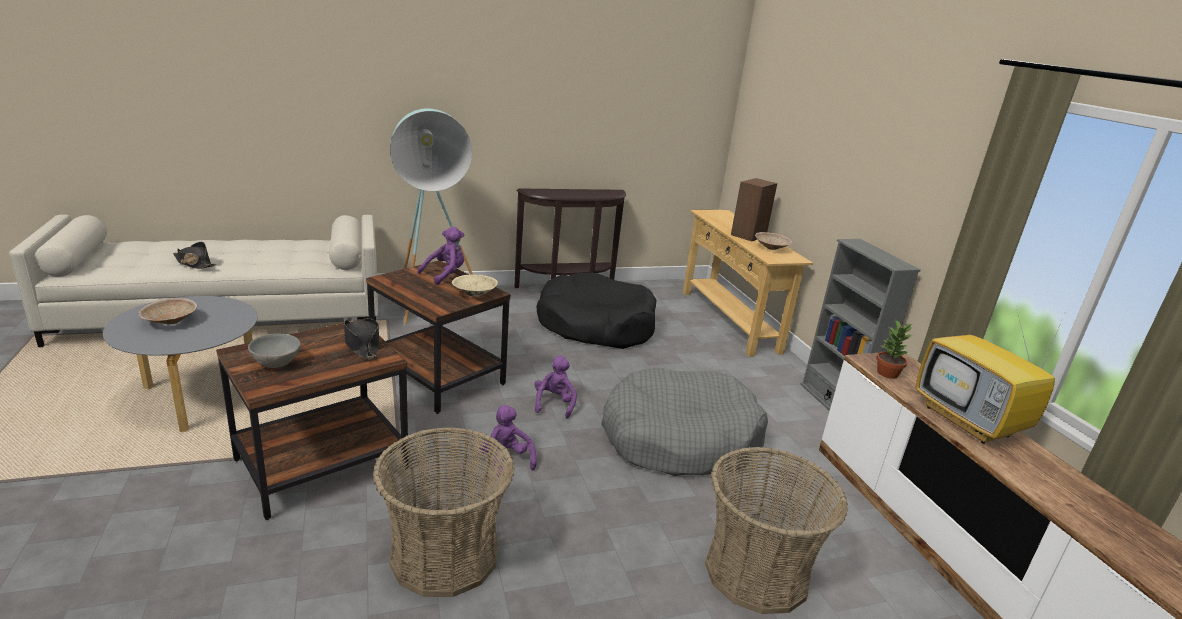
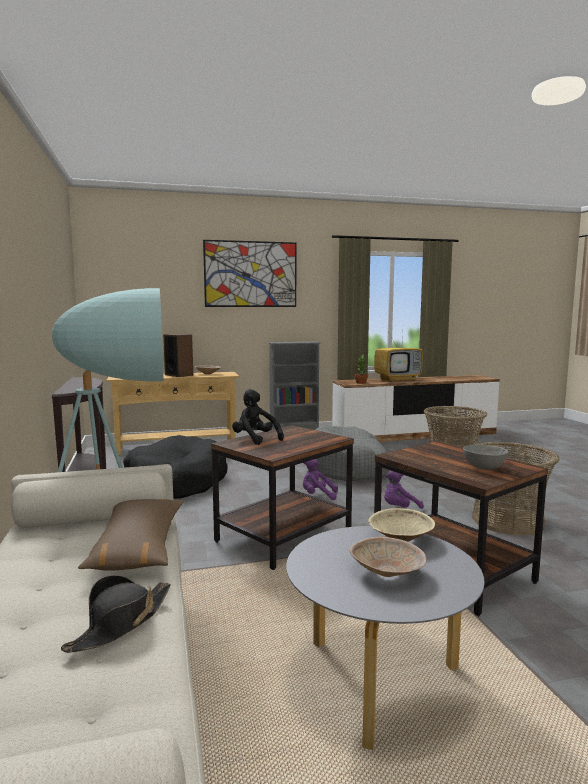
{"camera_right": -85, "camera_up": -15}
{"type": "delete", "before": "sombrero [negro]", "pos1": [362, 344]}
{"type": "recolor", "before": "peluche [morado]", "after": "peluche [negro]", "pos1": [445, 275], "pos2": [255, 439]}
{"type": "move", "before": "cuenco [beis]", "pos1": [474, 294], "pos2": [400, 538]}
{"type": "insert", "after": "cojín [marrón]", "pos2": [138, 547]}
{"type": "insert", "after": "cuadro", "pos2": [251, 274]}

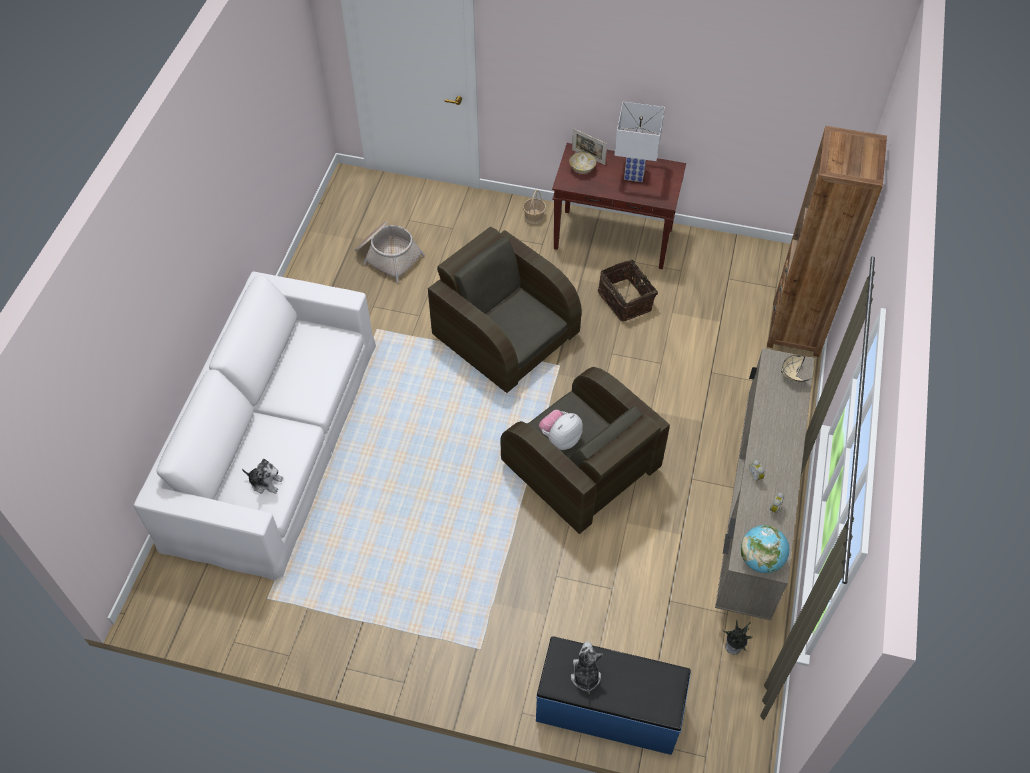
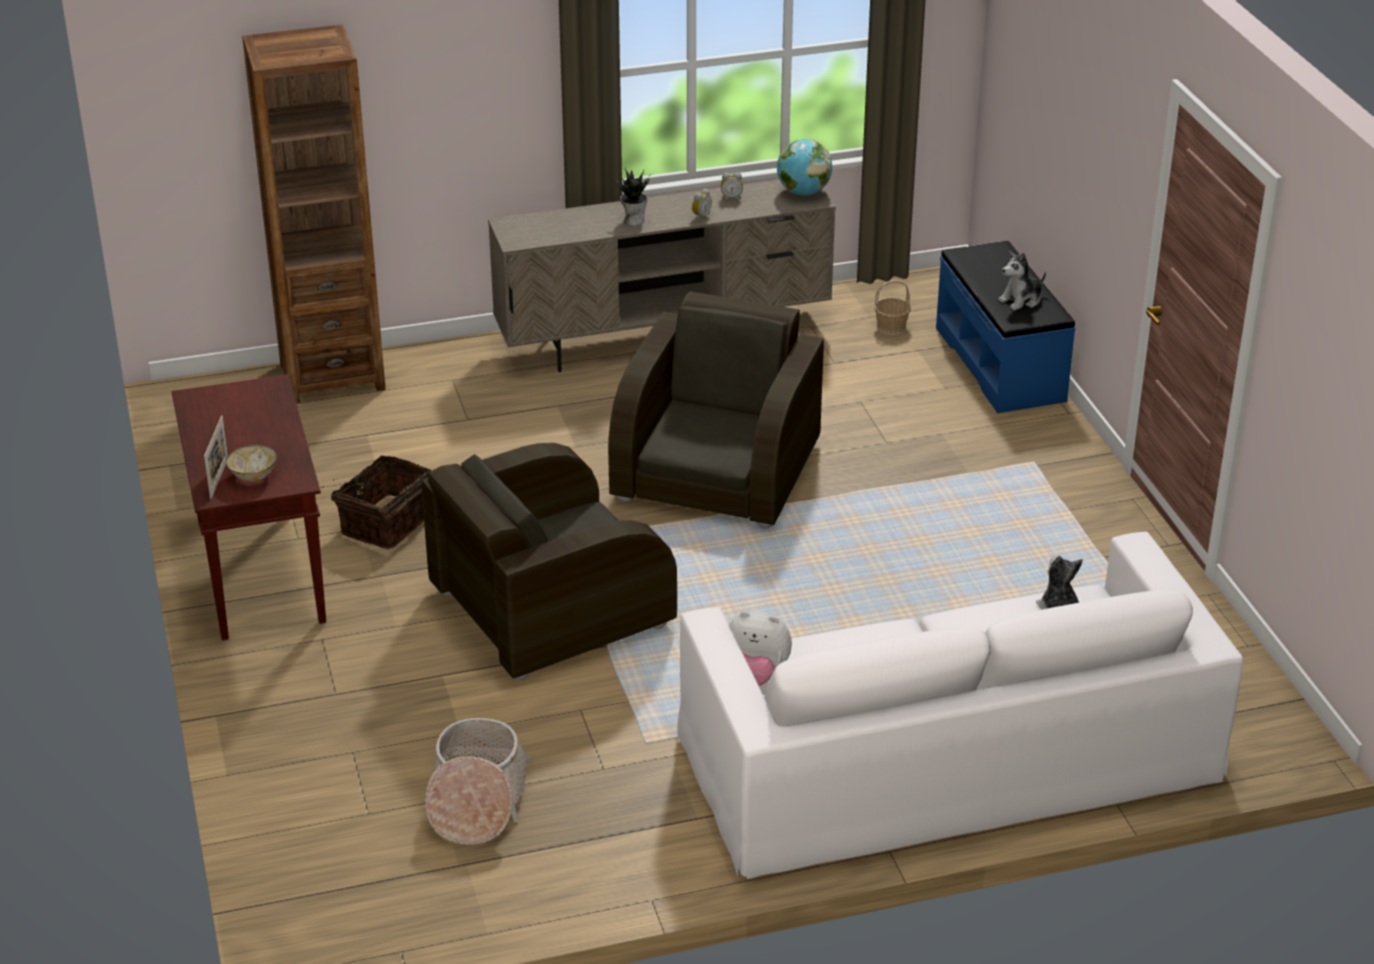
{"camera_right": -120, "camera_up": -20}
{"type": "rotate", "before": "sillón [marrón]", "pos1": [505, 336], "pos2": [549, 609], "turn": 45}
{"type": "move", "before": "cesta", "pos1": [534, 217], "pos2": [891, 327]}
{"type": "move", "before": "peluche", "pos1": [560, 439], "pos2": [755, 676]}
{"type": "delete", "before": "lámpara de mesa [blanco]", "pos1": [635, 174]}
{"type": "move", "before": "planta en maceta", "pos1": [734, 647], "pos2": [634, 220]}
{"type": "delete", "before": "cuenco [beis]", "pos1": [792, 376]}

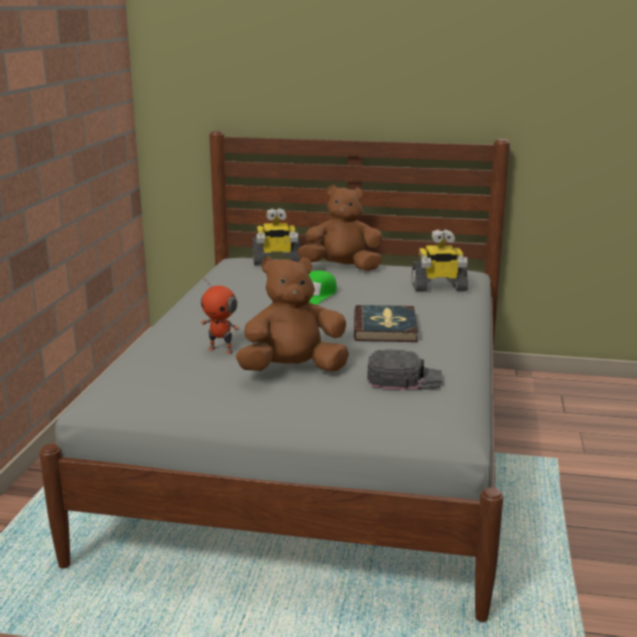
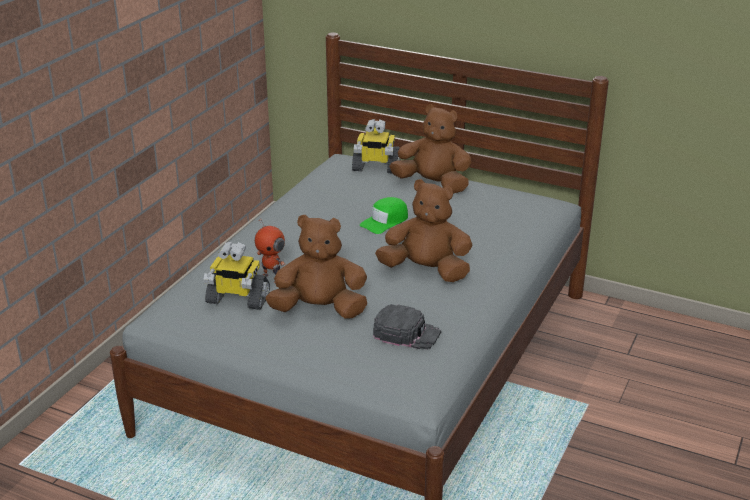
{"camera_right": 15, "camera_up": 10}
{"type": "replace", "before": "libro", "after": "peluche [marrón]", "pos1": [385, 328], "pos2": [426, 271]}
{"type": "move", "before": "robot de juguete", "pos1": [438, 287], "pos2": [237, 299]}

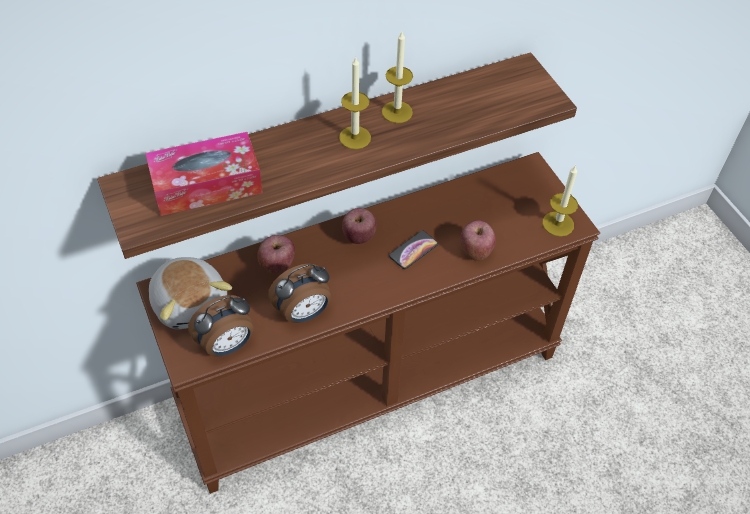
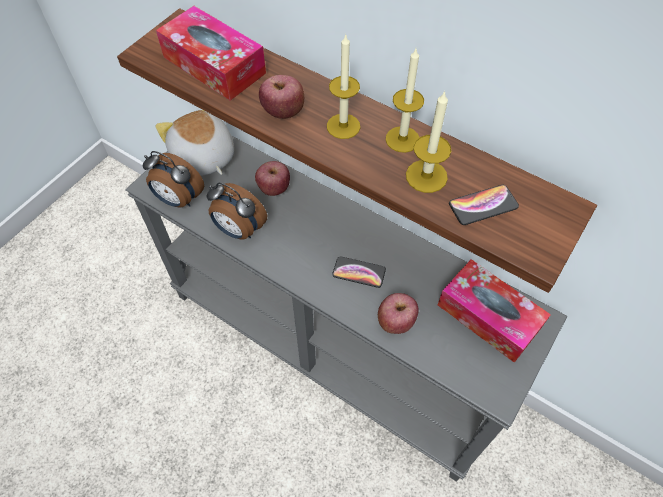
{"camera_right": 60, "camera_up": 5}
{"type": "recolor", "before": "mesa consola [marrón]", "after": "mesa consola [gris]", "pos1": [370, 378], "pos2": [333, 345]}
{"type": "rotate", "before": "peluche", "pos1": [190, 302], "pos2": [203, 157], "turn": 120}
{"type": "move", "before": "manzana", "pos1": [359, 236], "pos2": [283, 112]}
{"type": "move", "before": "vela", "pos1": [558, 224], "pos2": [426, 176]}
{"type": "insert", "after": "caja de pañuelos", "pos2": [488, 316]}
{"type": "insert", "after": "móvil", "pos2": [483, 205]}

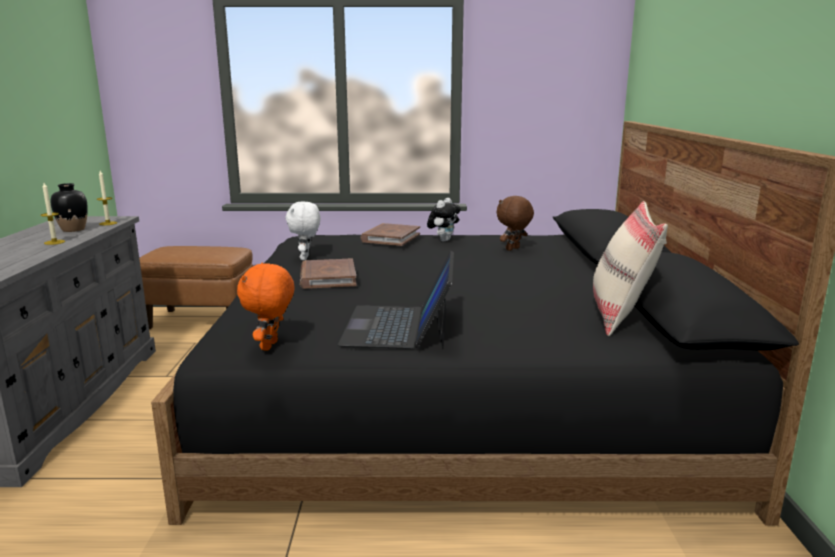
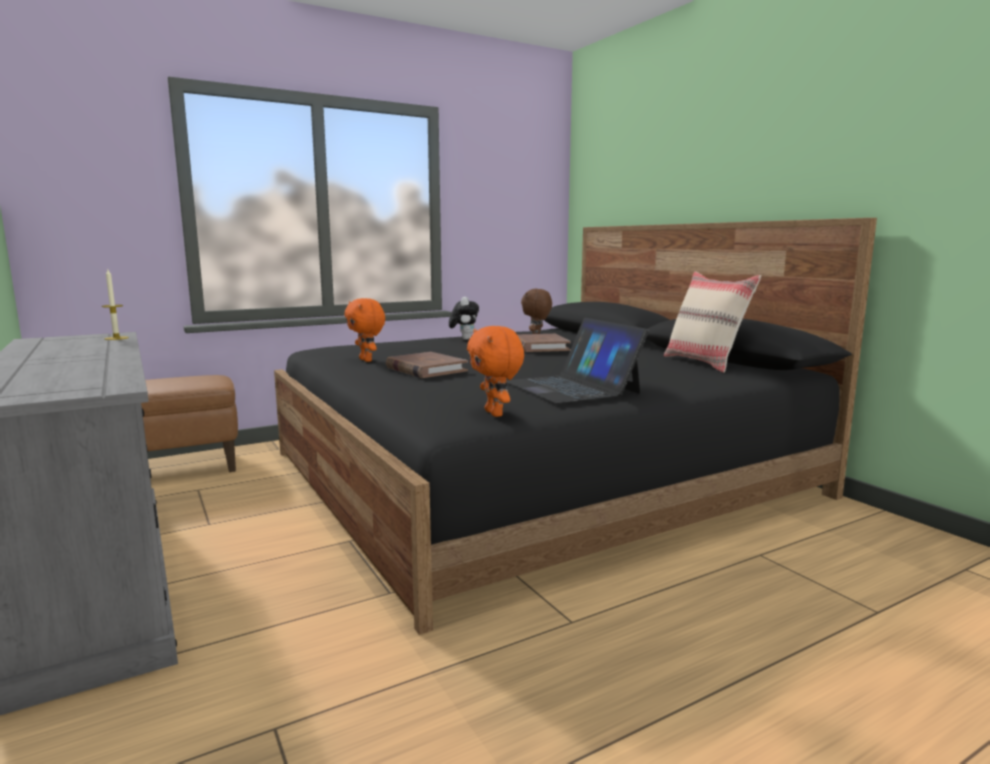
{"camera_right": -30, "camera_up": -5}
{"type": "delete", "before": "vela", "pos1": [54, 242]}
{"type": "delete", "before": "florero [negro]", "pos1": [73, 229]}
{"type": "recolor", "before": "peluche [blanco]", "after": "peluche [naranja]", "pos1": [306, 258], "pos2": [367, 360]}
{"type": "move", "before": "libro [marrón]", "pos1": [391, 238], "pos2": [540, 346]}

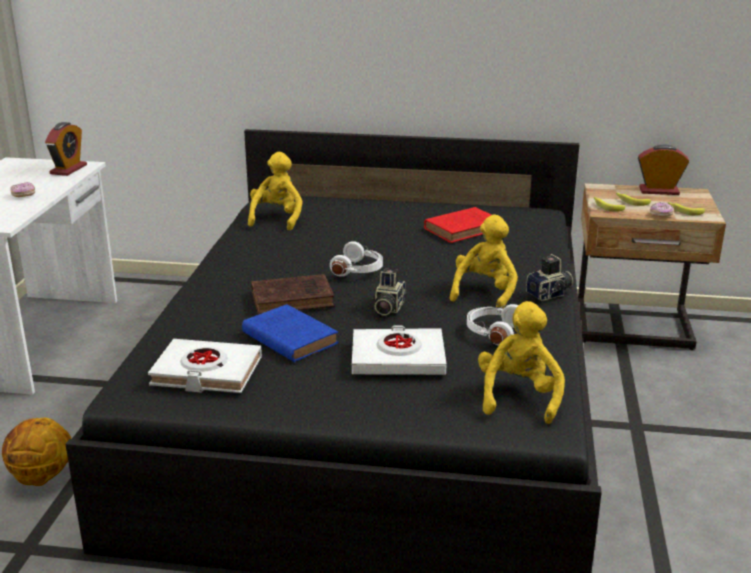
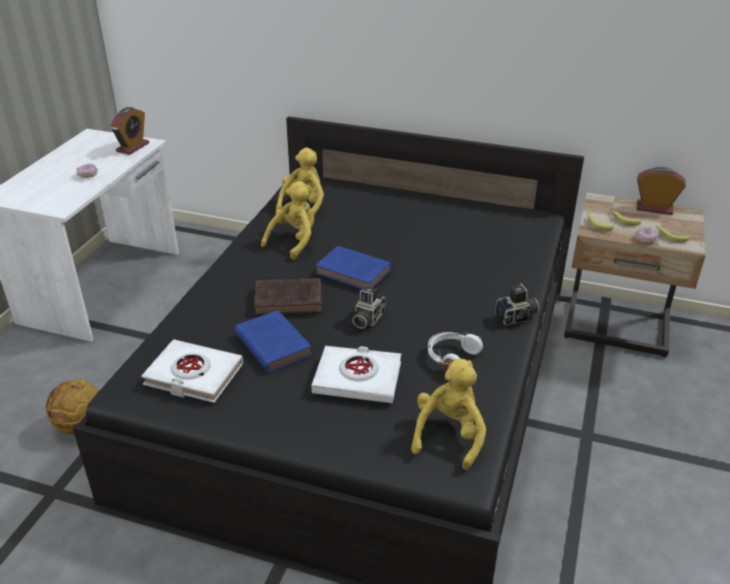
{"camera_right": 10, "camera_up": 10}
{"type": "replace", "before": "auriculares [blanco]", "after": "libro [azul]", "pos1": [359, 270], "pos2": [355, 273]}
{"type": "delete", "before": "libro [rojo]", "pos1": [464, 229]}
{"type": "move", "before": "peluche [amarillo]", "pos1": [485, 293], "pos2": [294, 241]}

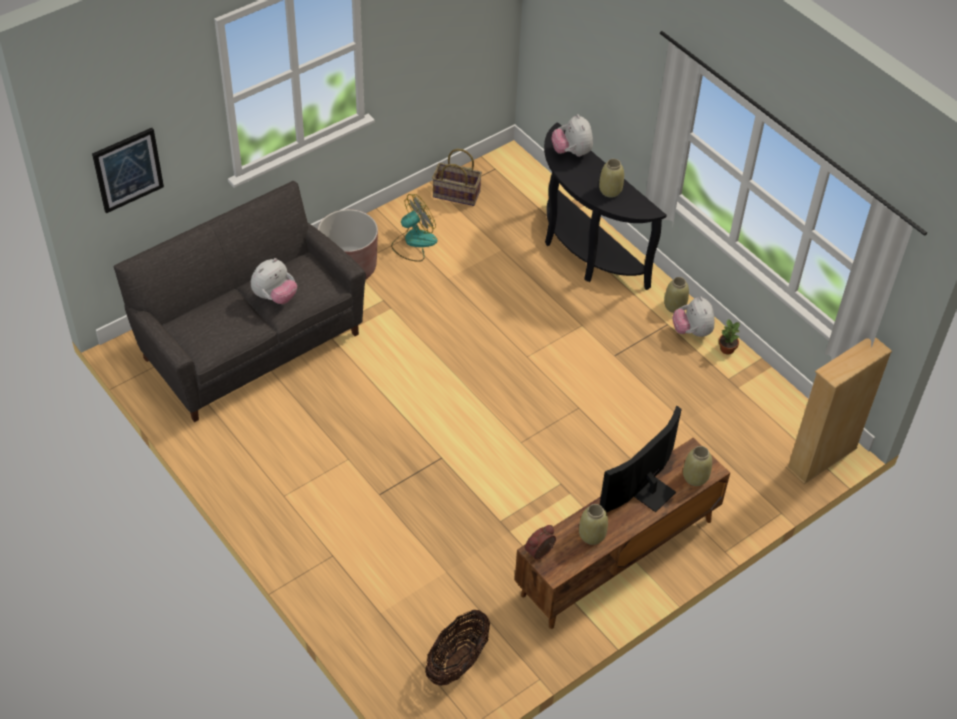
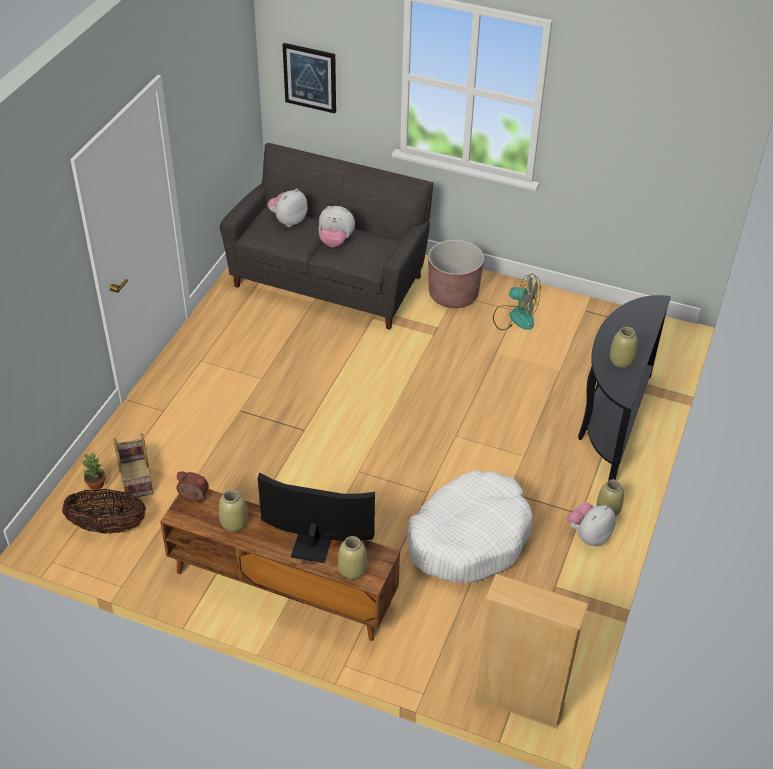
{"camera_right": 60, "camera_up": -5}
{"type": "move", "before": "cesta", "pos1": [456, 194], "pos2": [135, 478]}
{"type": "move", "before": "peluche", "pos1": [572, 152], "pos2": [288, 221]}
{"type": "move", "before": "planta en maceta", "pos1": [726, 349], "pos2": [96, 484]}
{"type": "insert", "after": "cama para perro [blanco]", "pos2": [469, 537]}

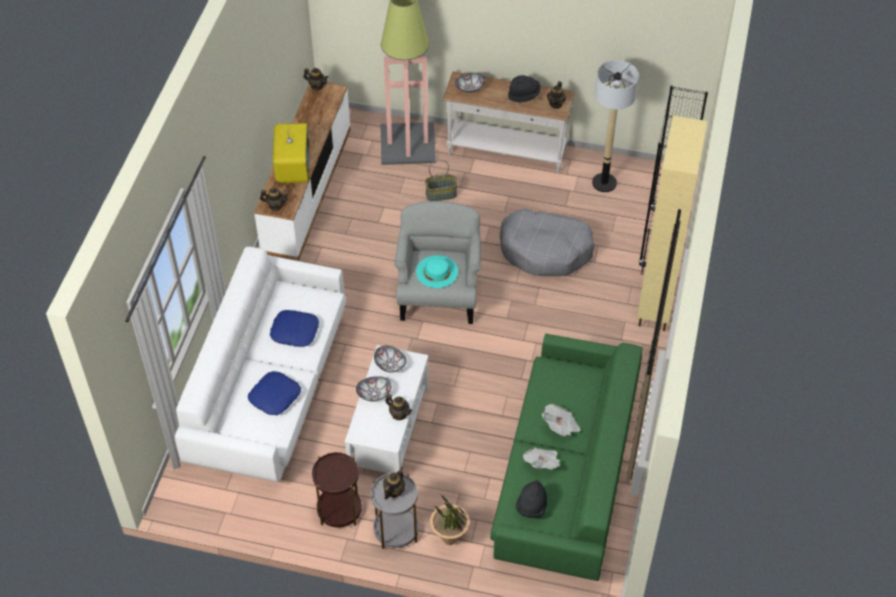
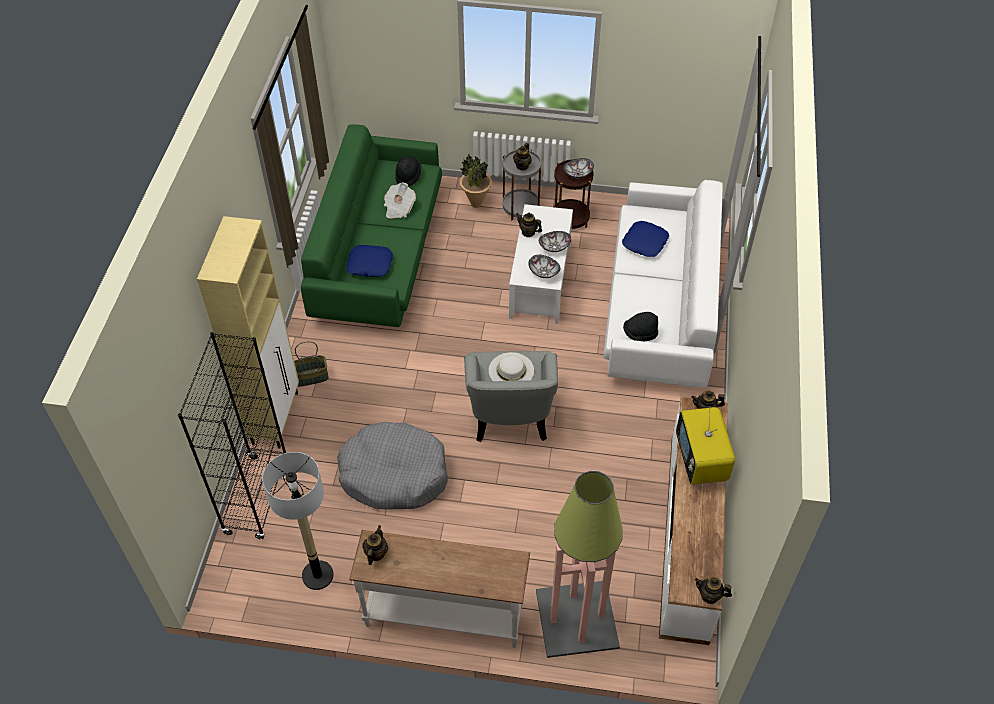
{"camera_right": 175, "camera_up": 0}
{"type": "move", "before": "cojín [azul]", "pos1": [295, 331], "pos2": [370, 265]}
{"type": "recolor", "before": "sombrero [turquesa]", "after": "sombrero [blanco]", "pos1": [437, 271], "pos2": [511, 370]}
{"type": "move", "before": "cesta", "pos1": [441, 194], "pos2": [311, 377]}
{"type": "move", "before": "cuenco", "pos1": [469, 88], "pos2": [578, 174]}
{"type": "move", "before": "sombrero [negro]", "pos1": [524, 95], "pos2": [640, 334]}
{"type": "delete", "before": "periódico", "pos1": [560, 426]}

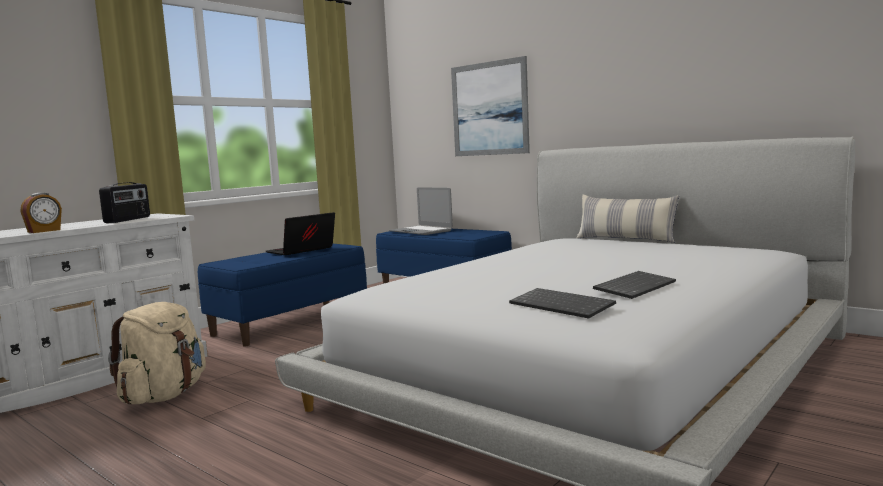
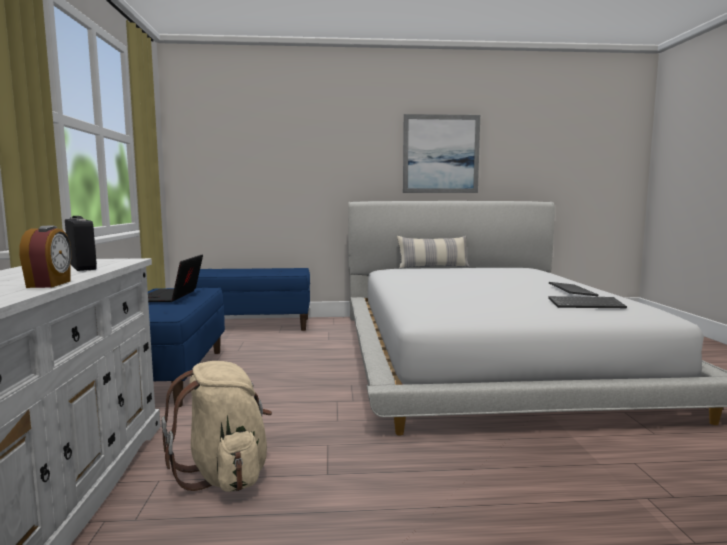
{"camera_right": -45, "camera_up": 0}
{"type": "delete", "before": "portátil", "pos1": [421, 231]}
{"type": "move", "before": "cuadro", "pos1": [489, 109], "pos2": [441, 154]}

